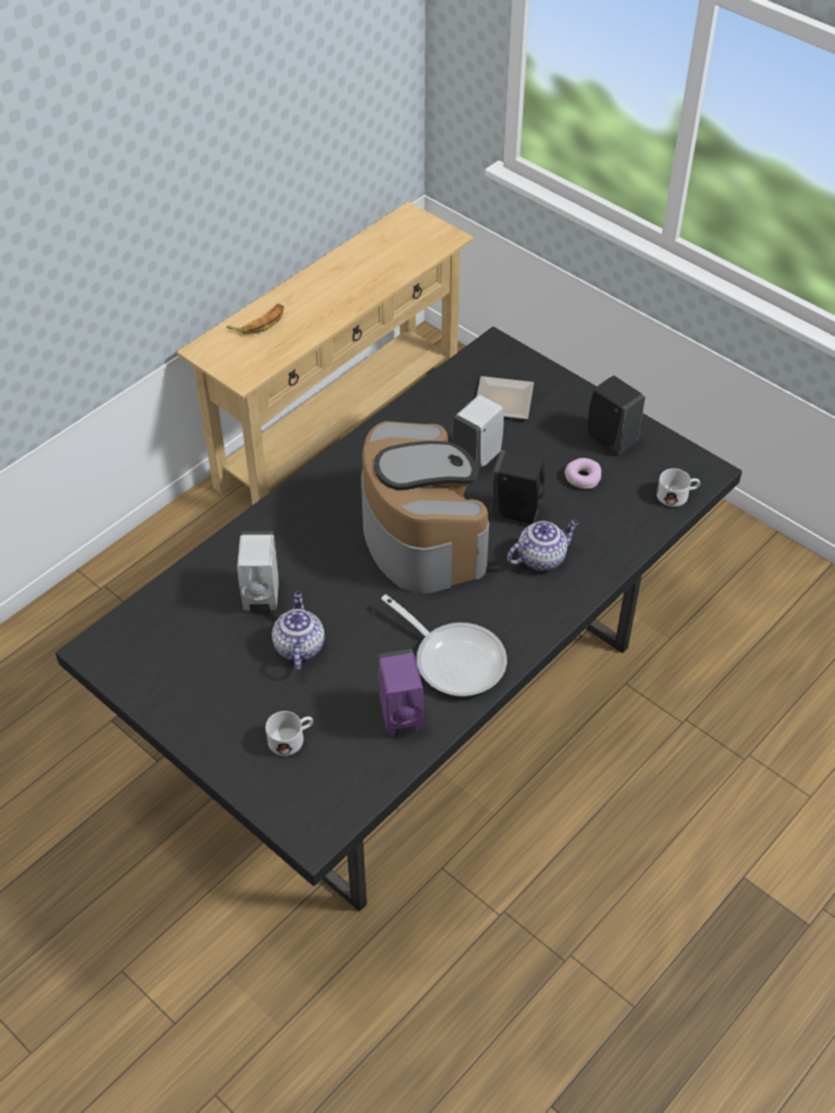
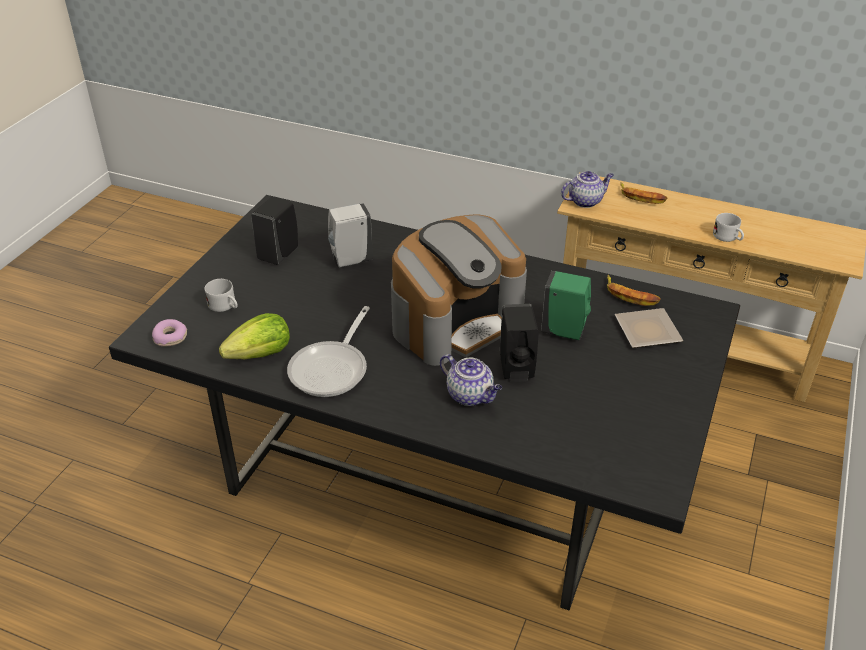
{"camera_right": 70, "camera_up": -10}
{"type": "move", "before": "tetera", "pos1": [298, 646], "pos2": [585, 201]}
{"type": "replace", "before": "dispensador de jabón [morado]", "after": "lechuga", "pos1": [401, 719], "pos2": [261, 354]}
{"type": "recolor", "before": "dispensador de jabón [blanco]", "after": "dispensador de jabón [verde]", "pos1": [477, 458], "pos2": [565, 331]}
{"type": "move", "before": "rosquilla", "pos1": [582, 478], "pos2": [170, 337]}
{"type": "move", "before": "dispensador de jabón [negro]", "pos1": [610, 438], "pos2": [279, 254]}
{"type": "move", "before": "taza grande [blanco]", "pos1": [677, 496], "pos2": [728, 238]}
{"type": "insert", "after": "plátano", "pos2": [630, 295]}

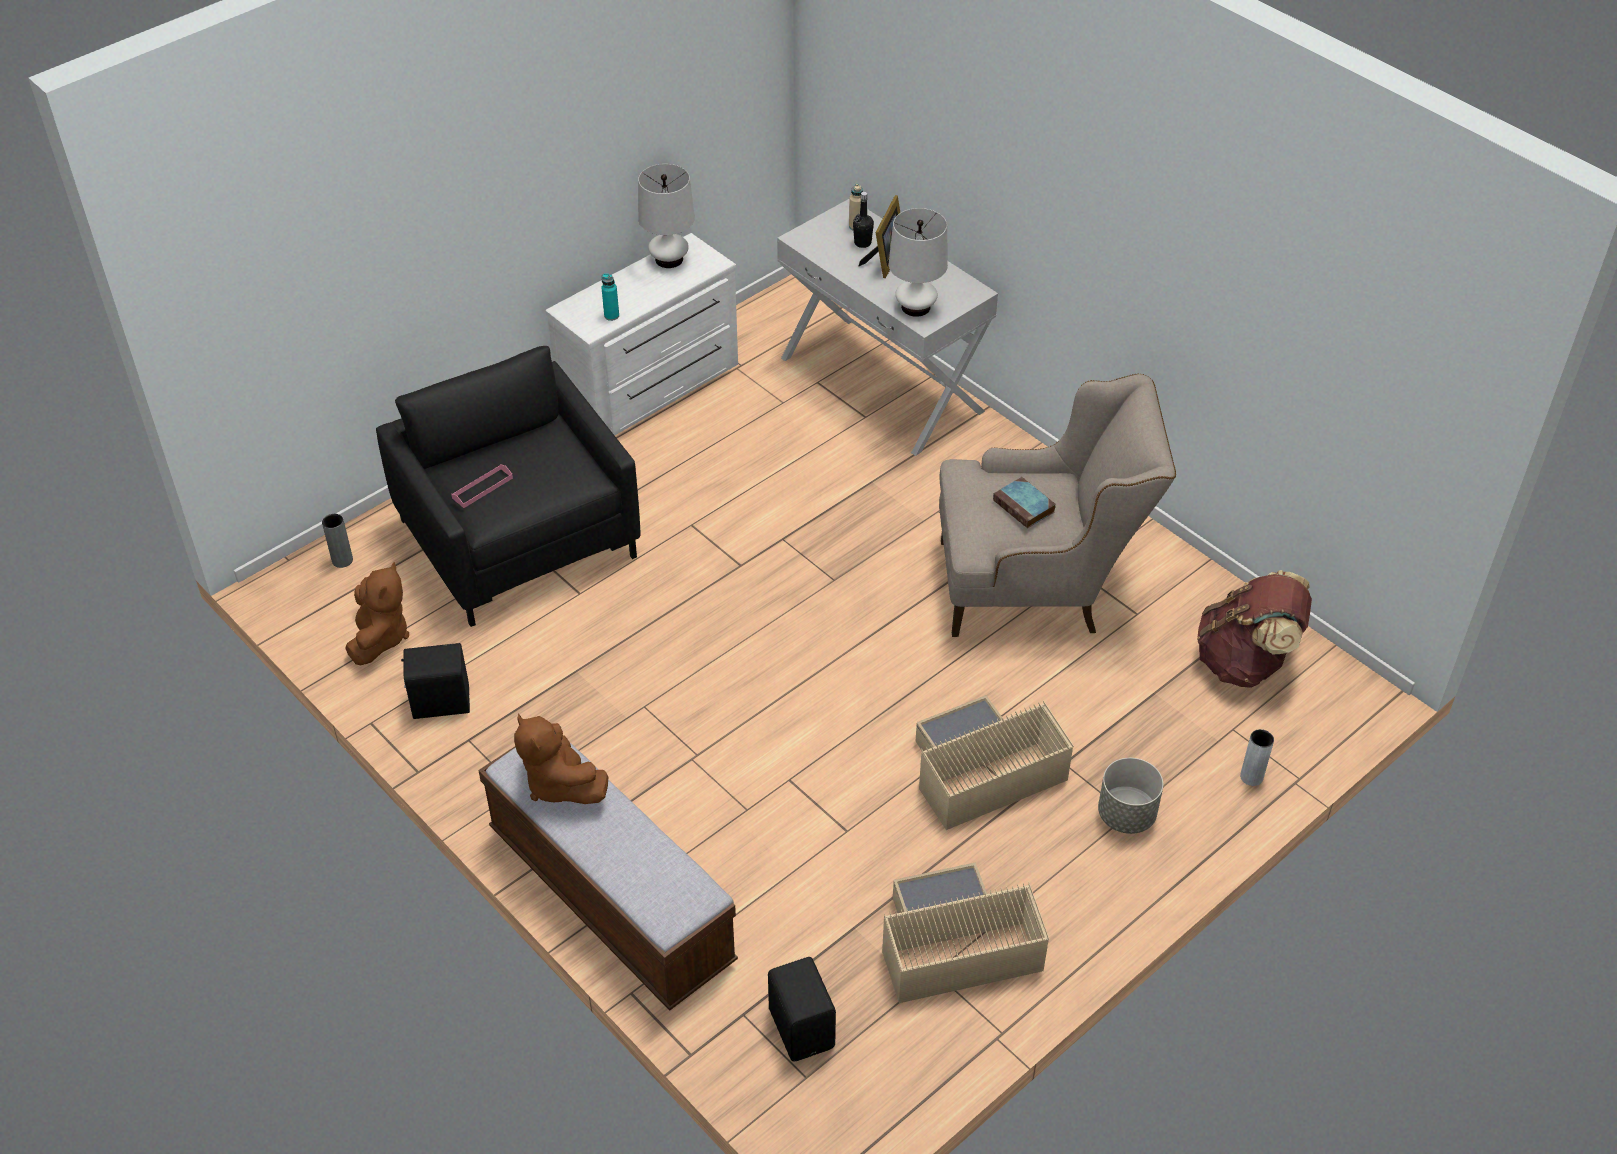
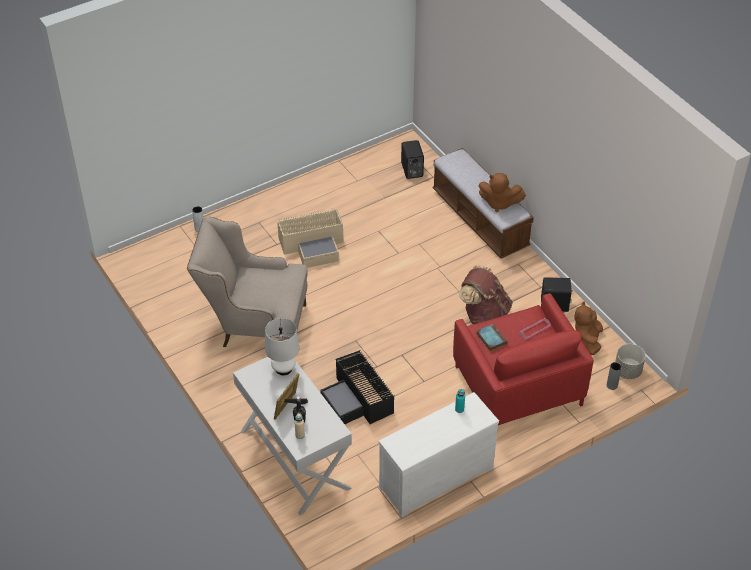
{"camera_right": -170, "camera_up": 0}
{"type": "recolor", "before": "sillón [negro]", "after": "sillón [rojo]", "pos1": [519, 538], "pos2": [517, 386]}
{"type": "rotate", "before": "peluche [marrón]", "pos1": [560, 783], "pos2": [499, 203], "turn": 135}
{"type": "delete", "before": "lámpara de mesa [blanco]", "pos1": [669, 259]}
{"type": "delete", "before": "caja de almacenaje [beis]", "pos1": [953, 946]}
{"type": "move", "before": "libro", "pos1": [1025, 506], "pos2": [491, 338]}
{"type": "move", "before": "maceta [gris]", "pos1": [1126, 814], "pos2": [627, 371]}
{"type": "move", "before": "mochila [marrón]", "pos1": [1245, 662], "pos2": [484, 315]}
{"type": "insert", "after": "caja de almacenaje [negro]", "pos2": [358, 400]}

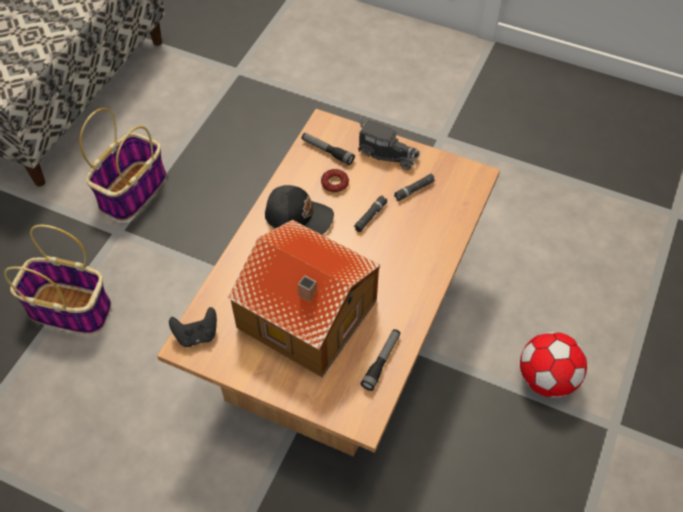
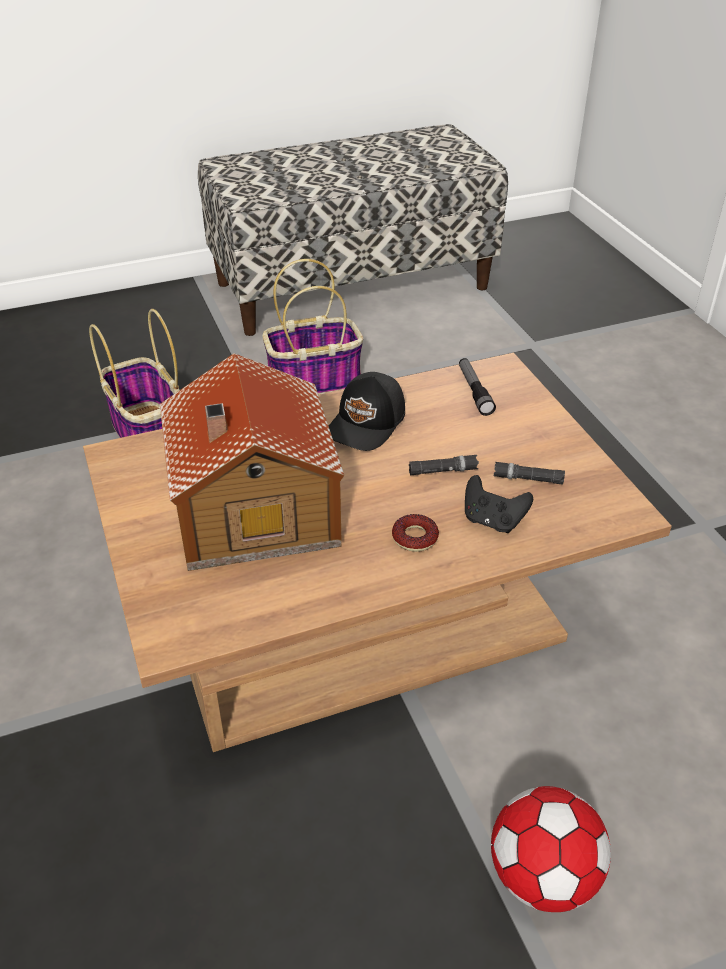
{"camera_right": 45, "camera_up": -15}
{"type": "move", "before": "mando de consola [negro]", "pos1": [197, 335], "pos2": [492, 521]}
{"type": "rotate", "before": "gorra [negro]", "pos1": [298, 216], "pos2": [367, 424], "turn": 60}
{"type": "move", "before": "rosquilla", "pos1": [335, 183], "pos2": [415, 538]}
{"type": "delete", "before": "camión de juguete", "pos1": [385, 153]}
{"type": "delete", "before": "linterna", "pos1": [381, 361]}

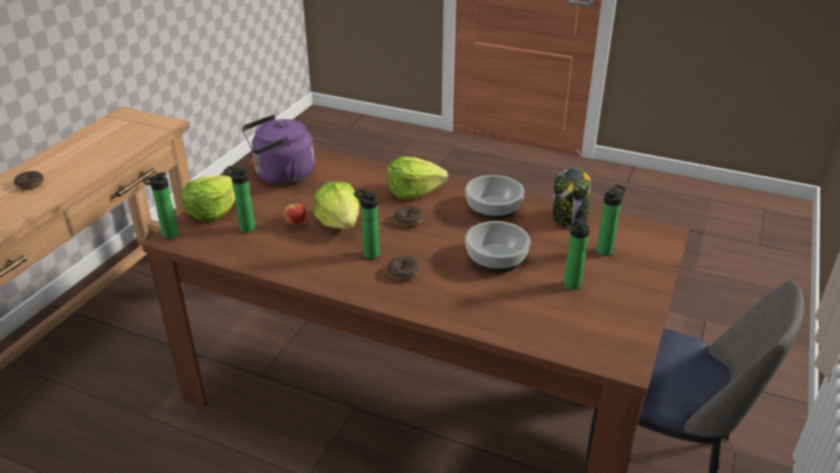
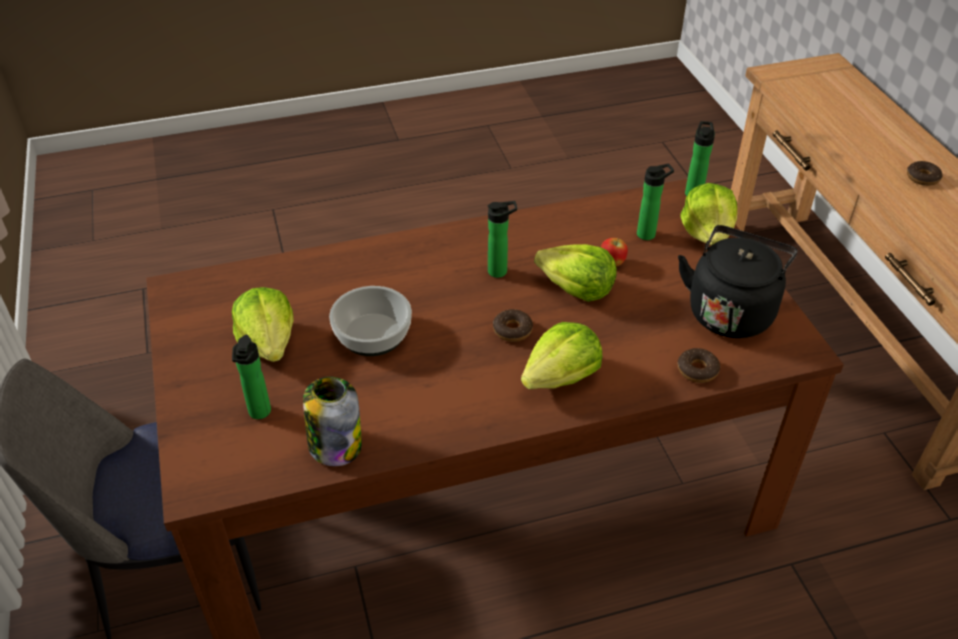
{"camera_right": 140, "camera_up": 10}
{"type": "recolor", "before": "hervidor [morado]", "after": "hervidor [negro]", "pos1": [281, 176], "pos2": [730, 310]}
{"type": "move", "before": "rosquilla", "pos1": [403, 273], "pos2": [697, 370]}
{"type": "delete", "before": "cuenco", "pos1": [493, 208]}
{"type": "replace", "before": "botella", "after": "lechuga", "pos1": [571, 286], "pos2": [268, 341]}

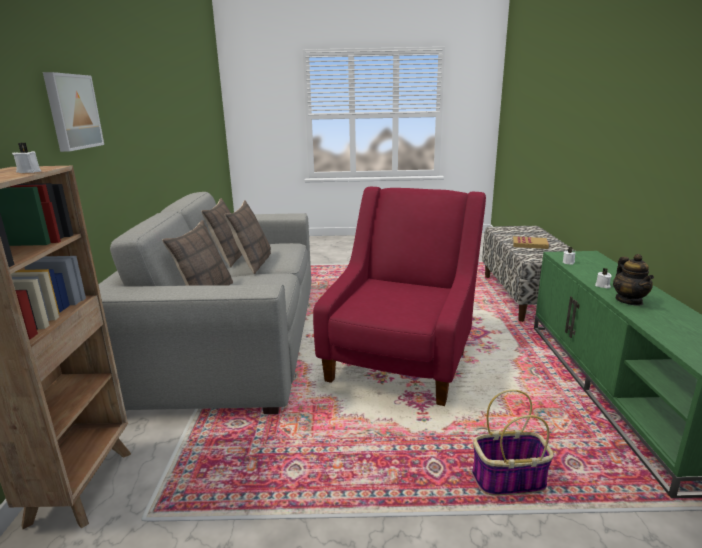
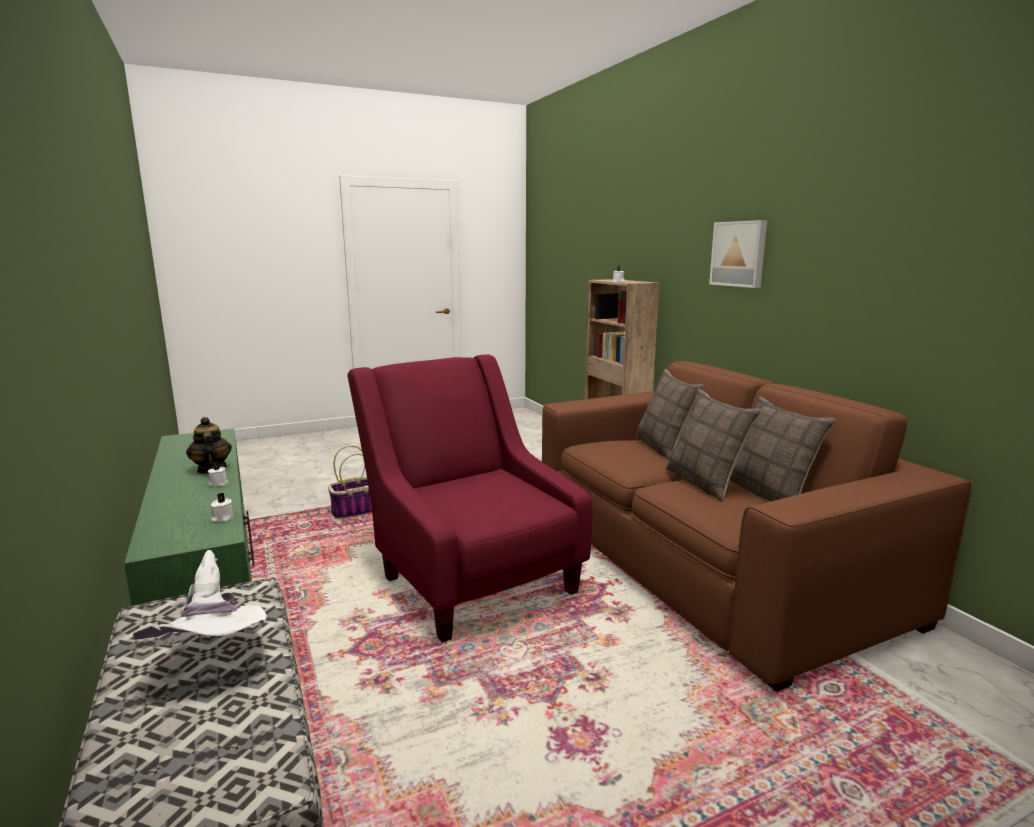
{"camera_right": 155, "camera_up": -5}
{"type": "recolor", "before": "sofá [gris]", "after": "sofá [marrón]", "pos1": [232, 337], "pos2": [704, 560]}
{"type": "rotate", "before": "sillón [rojo]", "pos1": [402, 360], "pos2": [471, 577], "turn": 150}
{"type": "replace", "before": "libro", "after": "sombrero [blanco]", "pos1": [529, 244], "pos2": [215, 659]}

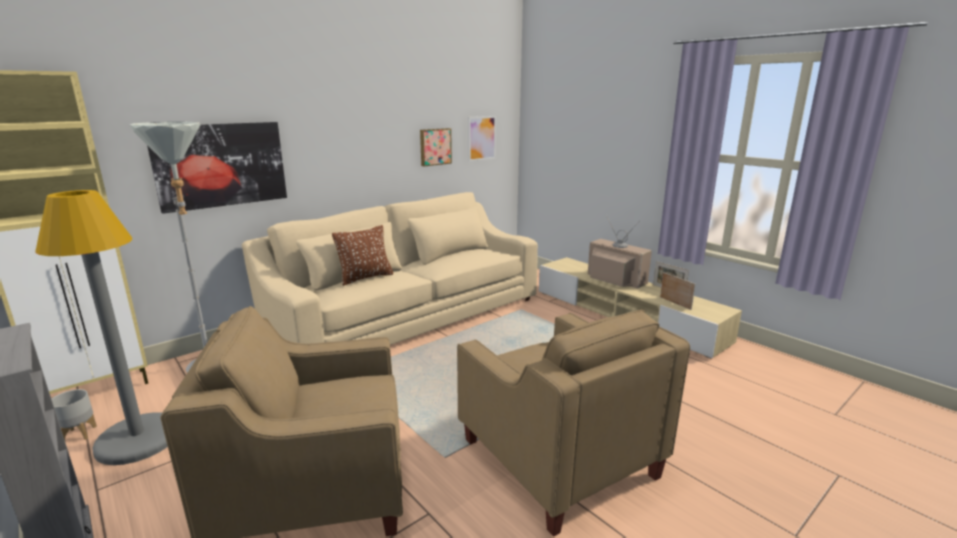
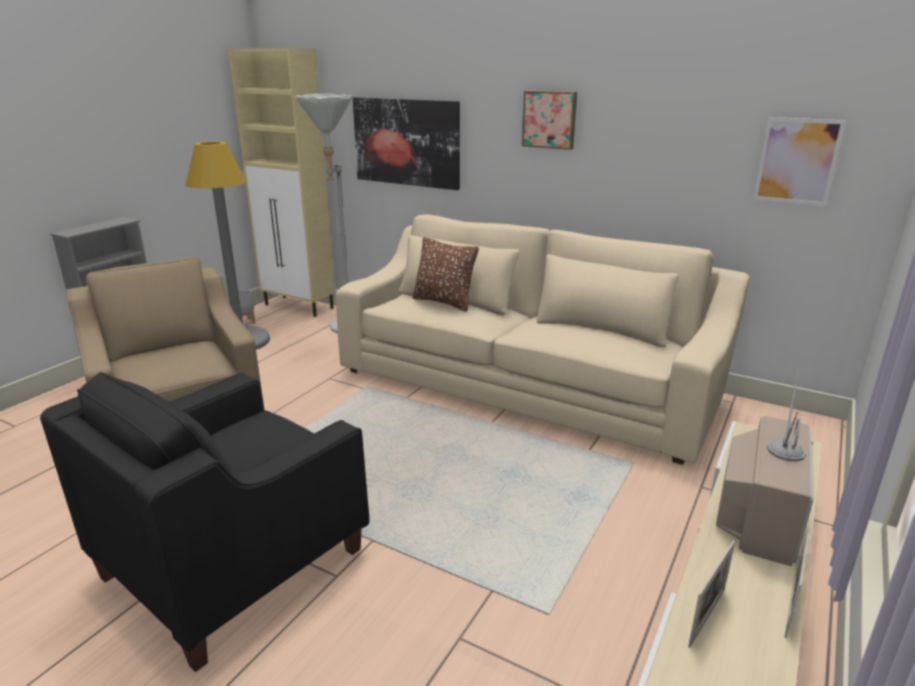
{"camera_right": 70, "camera_up": 5}
{"type": "move", "before": "cuadro", "pos1": [435, 146], "pos2": [549, 119]}
{"type": "recolor", "before": "sillón [beis]", "after": "sillón [negro]", "pos1": [557, 458], "pos2": [233, 562]}

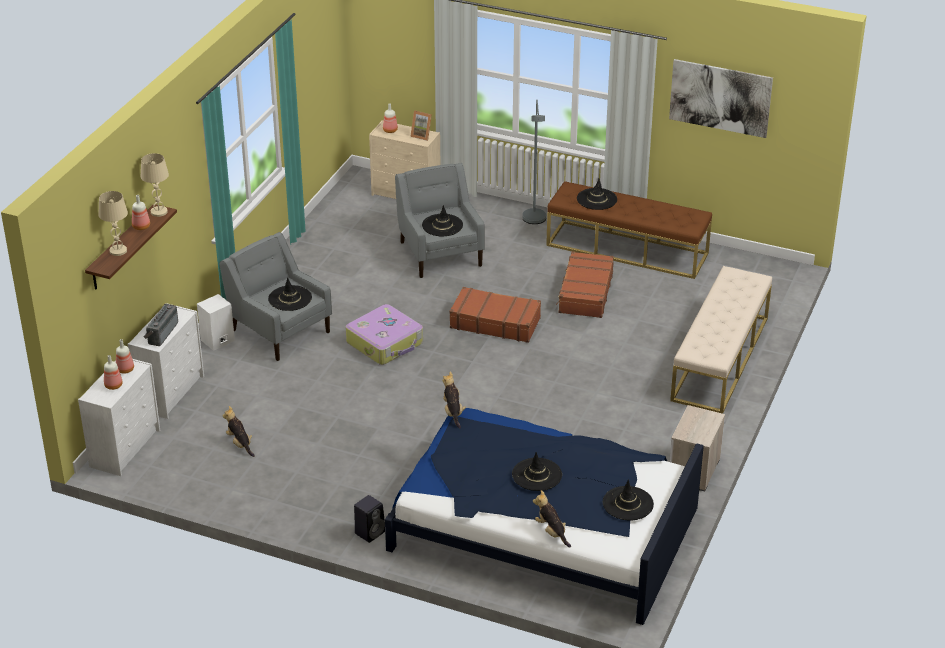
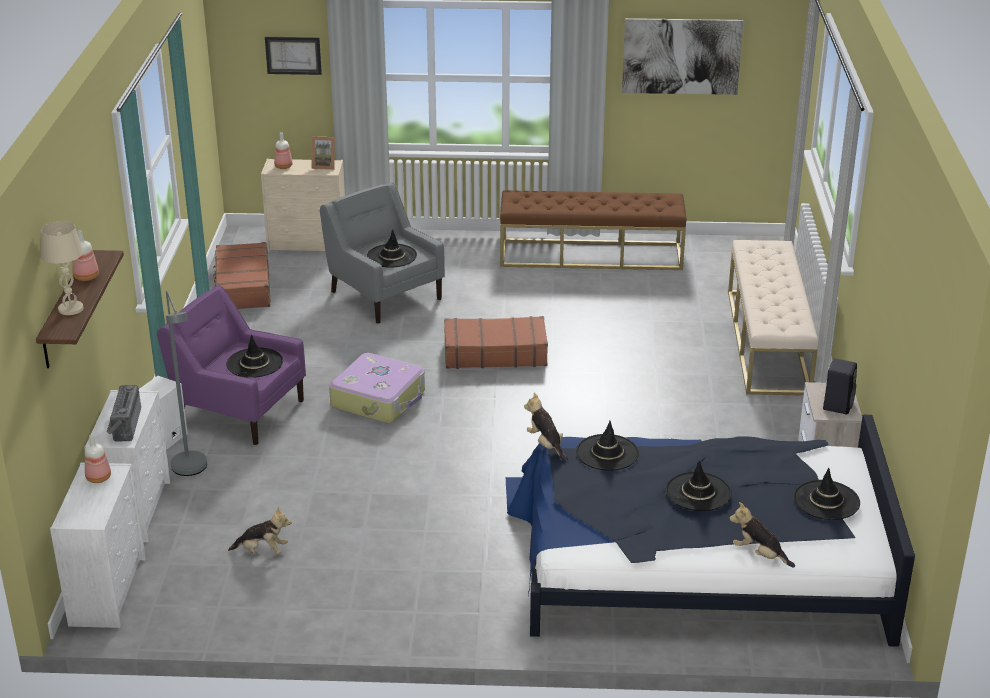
{"camera_right": -20, "camera_up": -5}
{"type": "delete", "before": "botella", "pos1": [114, 385]}
{"type": "delete", "before": "lámpara de mesa [beis]", "pos1": [159, 212]}
{"type": "recolor", "before": "sillón [gris]", "after": "sillón [morado]", "pos1": [279, 330], "pos2": [239, 411]}
{"type": "rotate", "before": "peluche", "pos1": [240, 443], "pos2": [262, 551], "turn": 150}
{"type": "move", "before": "altavoz [negro]", "pos1": [370, 532], "pos2": [837, 405]}
{"type": "move", "before": "lámpara de pie [gris]", "pos1": [534, 221], "pos2": [191, 471]}
{"type": "move", "before": "maleta [marrón]", "pos1": [585, 293], "pos2": [242, 287]}
{"type": "move", "before": "sombrero [negro]", "pos1": [596, 199], "pos2": [607, 453]}
{"type": "insert", "after": "cuadro", "pos2": [293, 55]}

